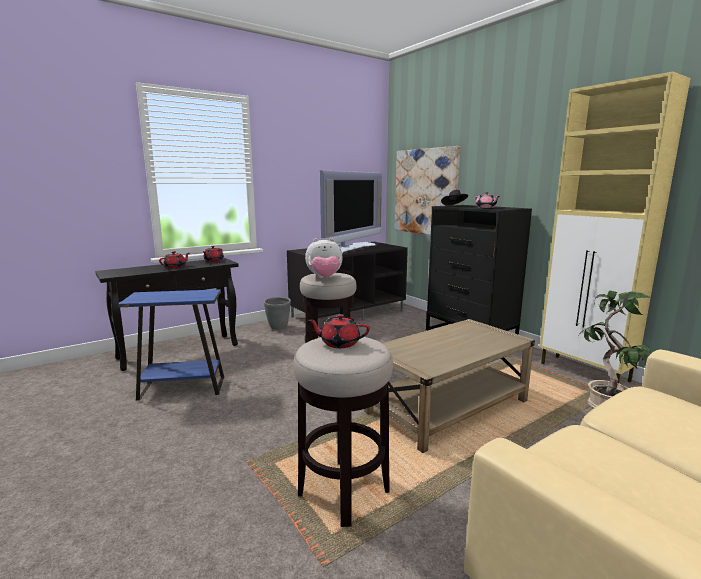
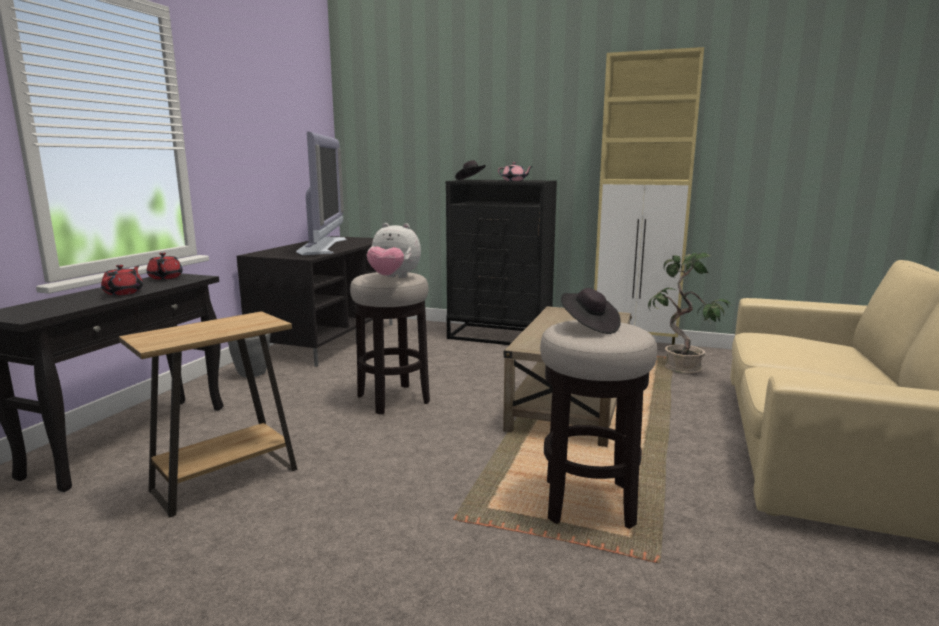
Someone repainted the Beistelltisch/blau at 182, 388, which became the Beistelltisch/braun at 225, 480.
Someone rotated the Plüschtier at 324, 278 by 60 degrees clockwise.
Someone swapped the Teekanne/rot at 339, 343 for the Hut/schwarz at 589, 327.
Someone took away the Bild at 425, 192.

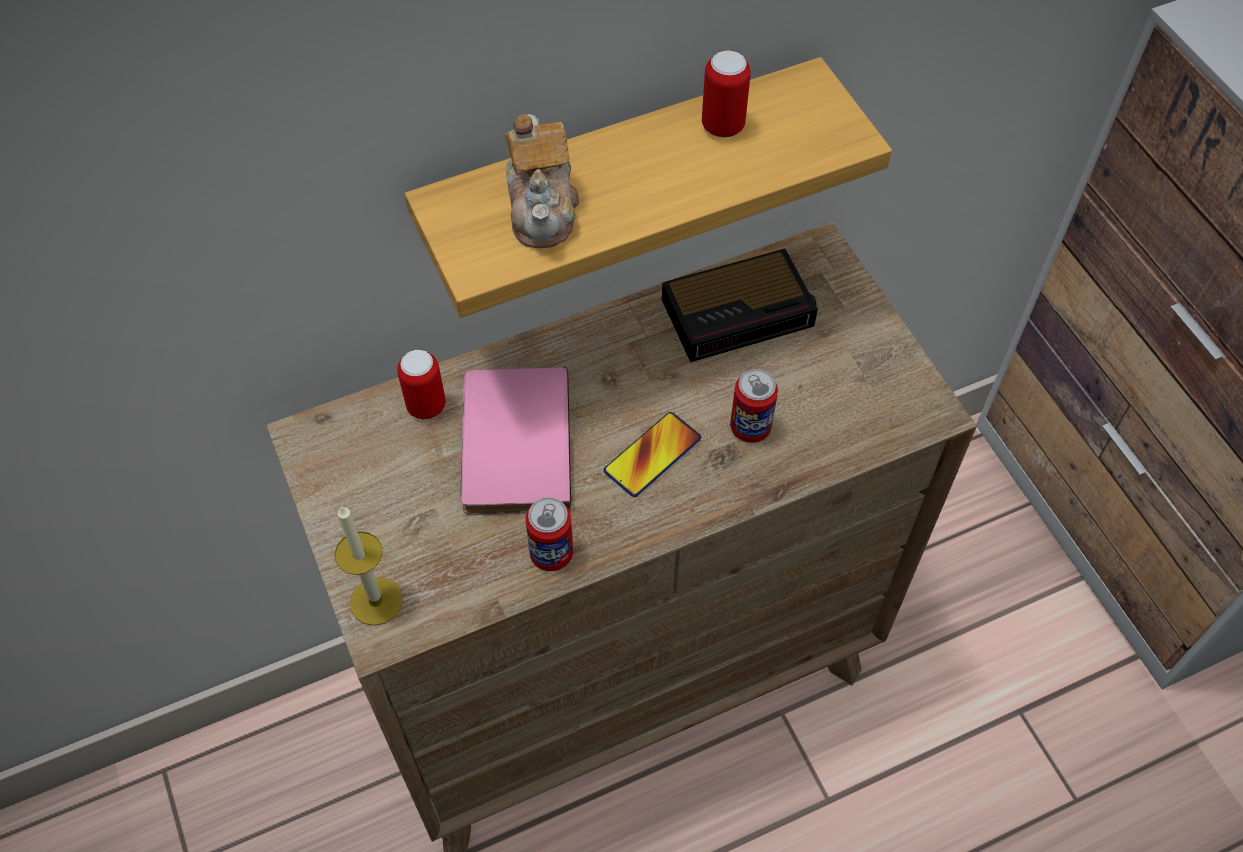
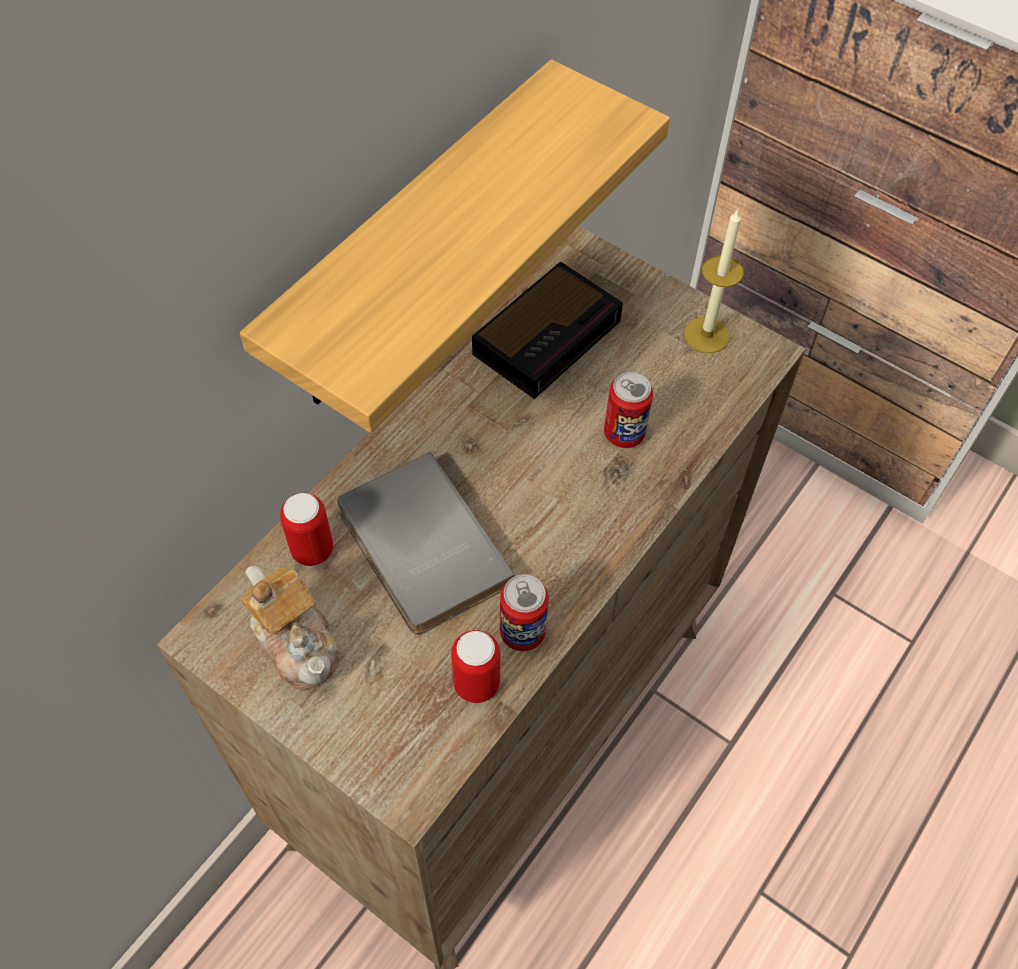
Someone carried the Teekanne from 543, 207 to 297, 642.
Someone repainted the Buch/rosa at 511, 444, which became the Buch/grau at 418, 548.
Someone carried the Dose from 722, 126 to 476, 684.
Someone carried the Kerze from 376, 601 to 706, 335.
Someone took away the Handy at 652, 455.

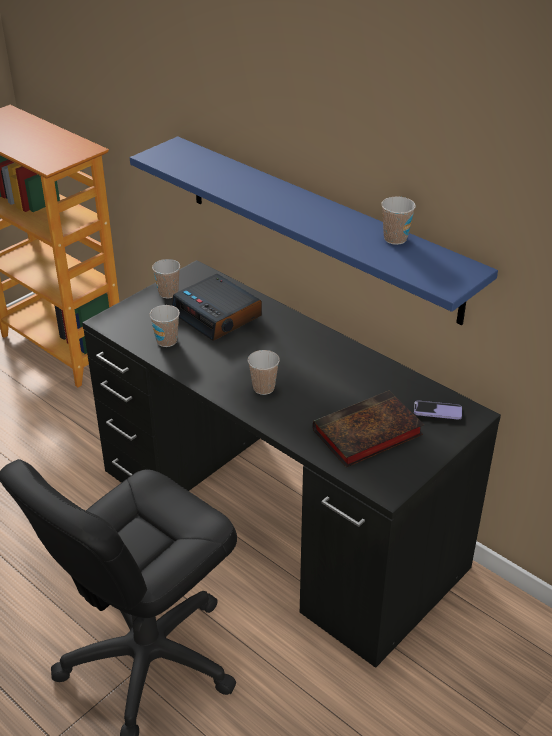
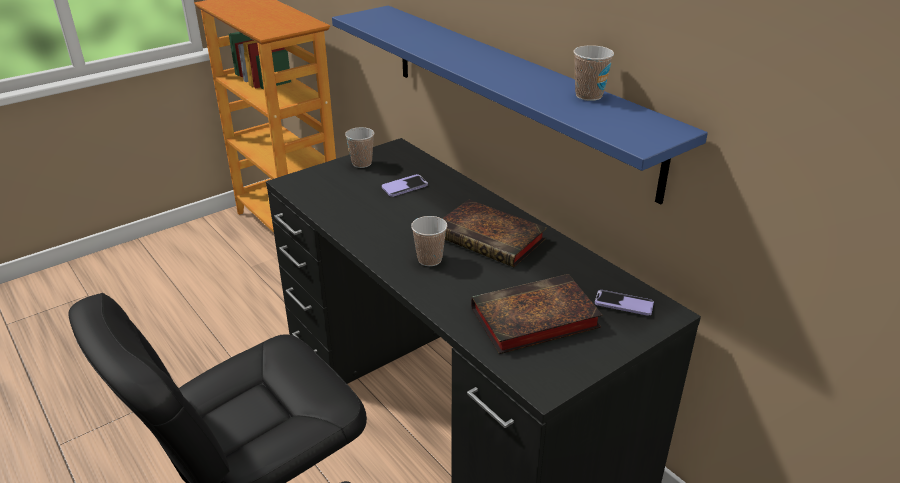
Someone swapped the Wecker at 218, 315 for the Handy at 404, 187.
Someone put down the Buch at 492, 239.
Someone took away the Tasse at 167, 341.

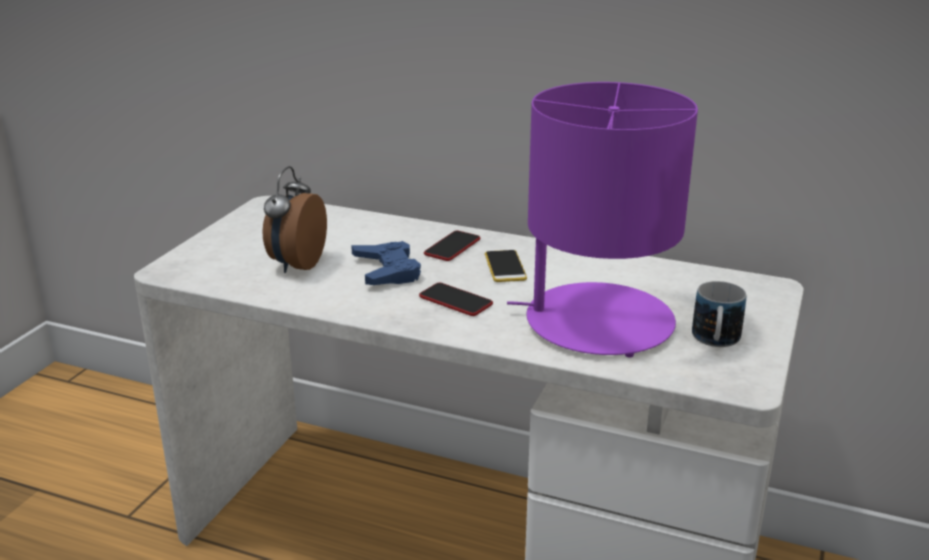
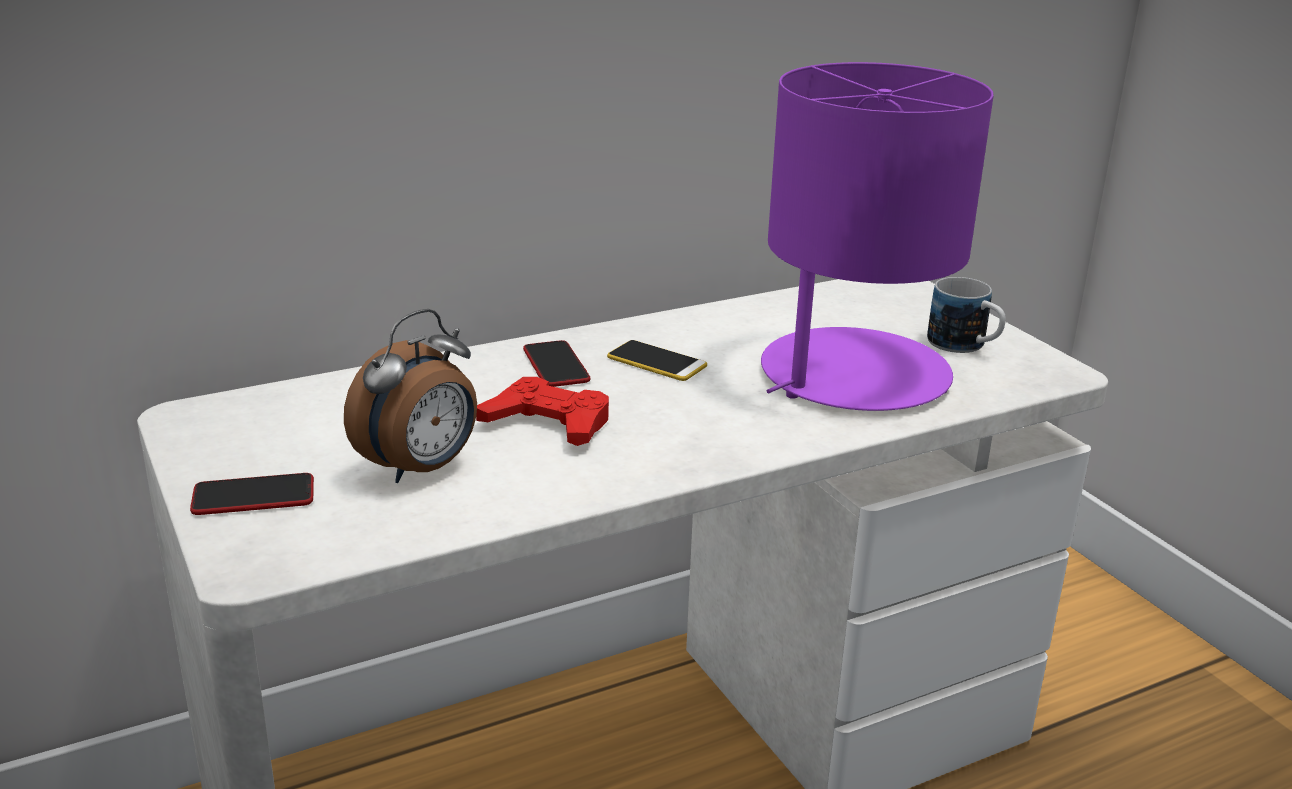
Someone carried the Handy from 455, 301 to 253, 496.
Someone rotated the Wecker at 296, 264 by 105 degrees counterclockwise.
Someone repainted the Gamepad/blau at 387, 270, which became the Gamepad/rot at 548, 423.

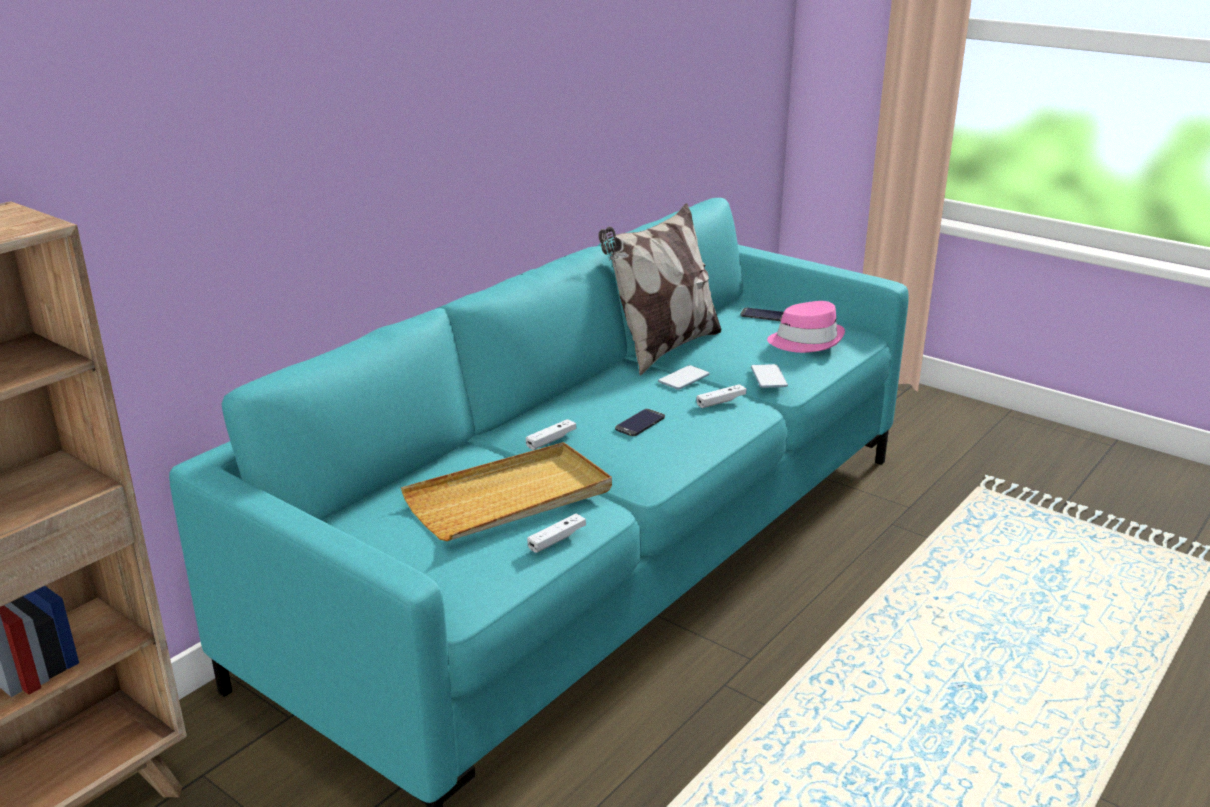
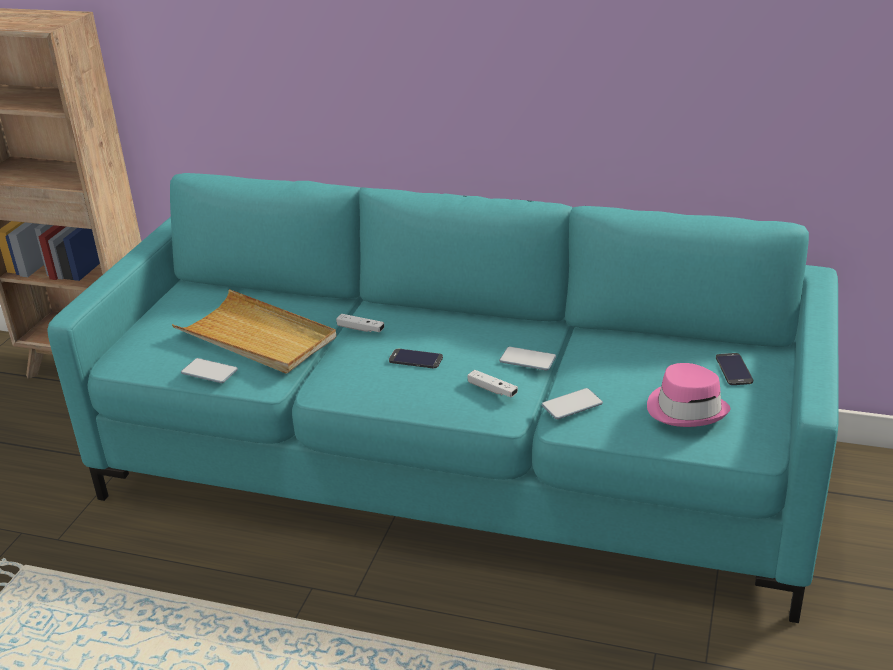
Someone swapped the Gamepad/weiß at 557, 539 for the Handy at 209, 372.
Someone took away the Kissen at 662, 348.

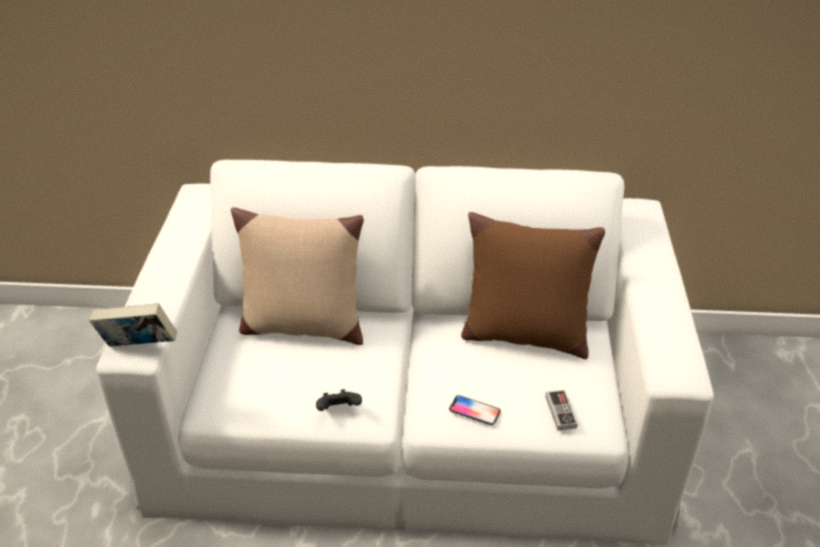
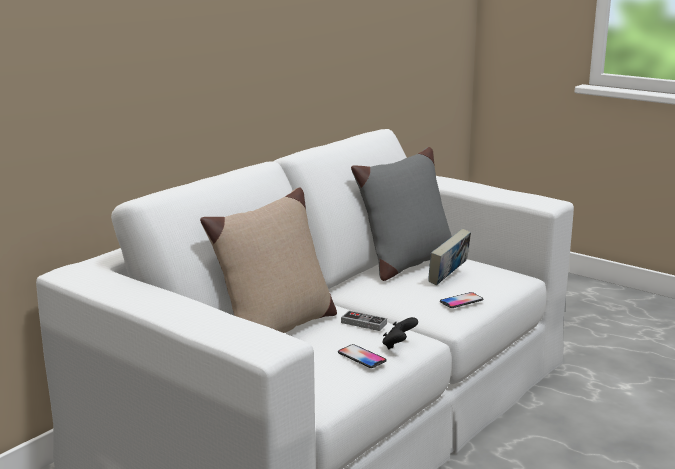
Someone put down the Handy at 361, 357.
Someone carried the Gamepad from 560, 412 to 363, 323.
Someone repainted the Kissen/braun at 523, 335, which became the Kissen/grau at 406, 264.
Someone carried the Buch from 139, 347 to 448, 278.

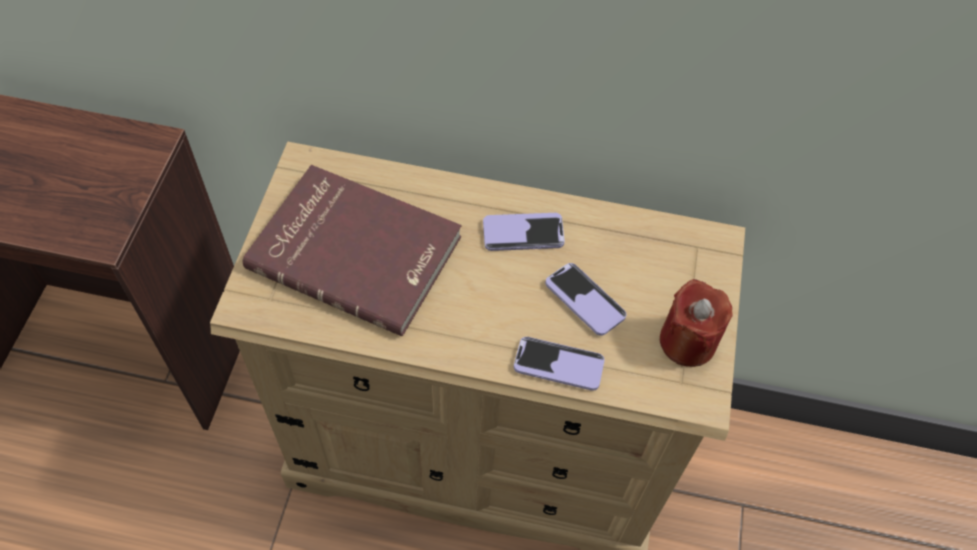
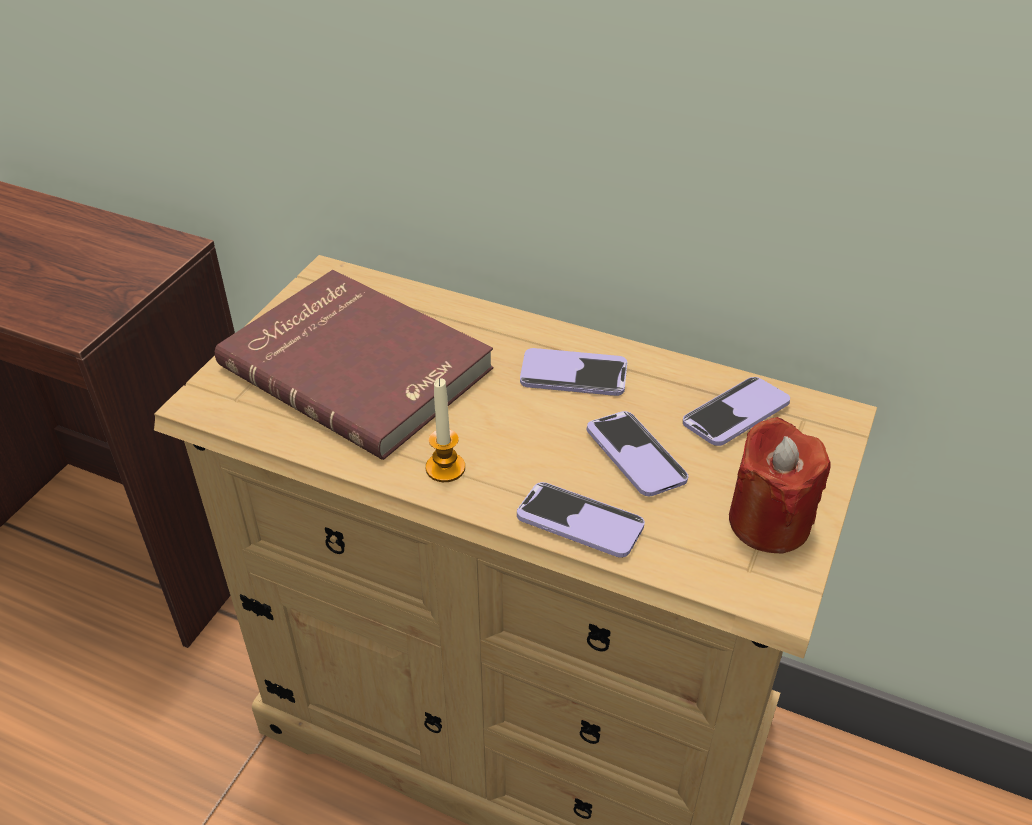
Someone put down the Kerze at 445, 468.
Someone put down the Handy at 736, 414.

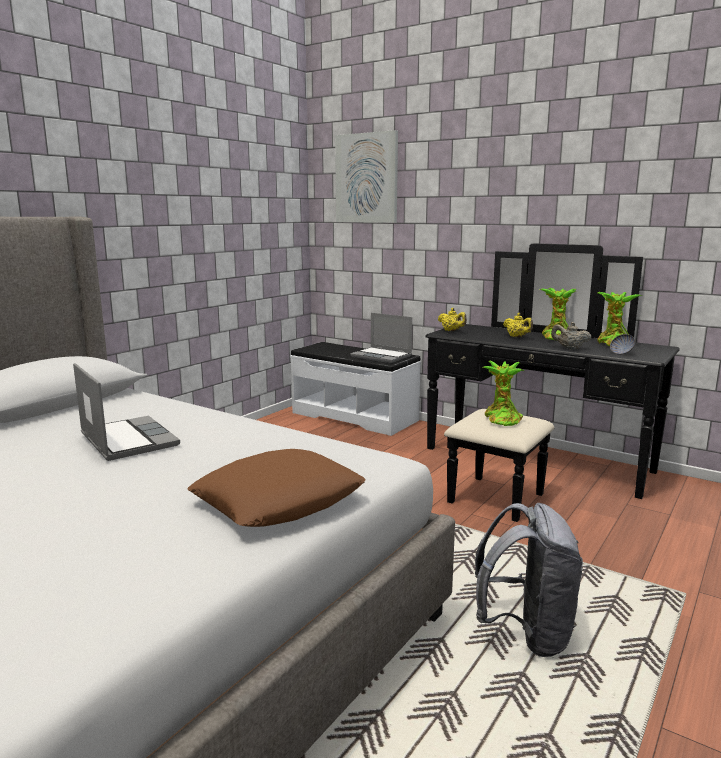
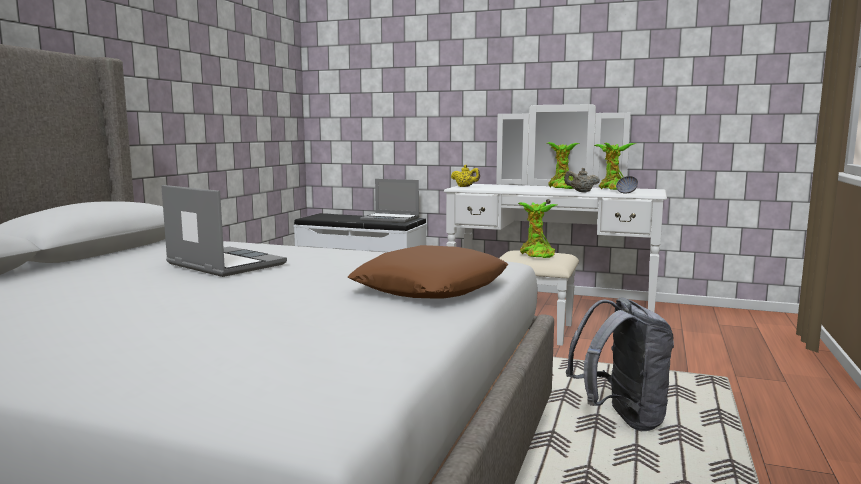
Someone repainted the Kommode/schwarz at 529, 468, which became the Kommode/weiß at 547, 308.
Someone took away the Bild at 367, 178.
Someone took away the Teekanne/gelb at 517, 337.

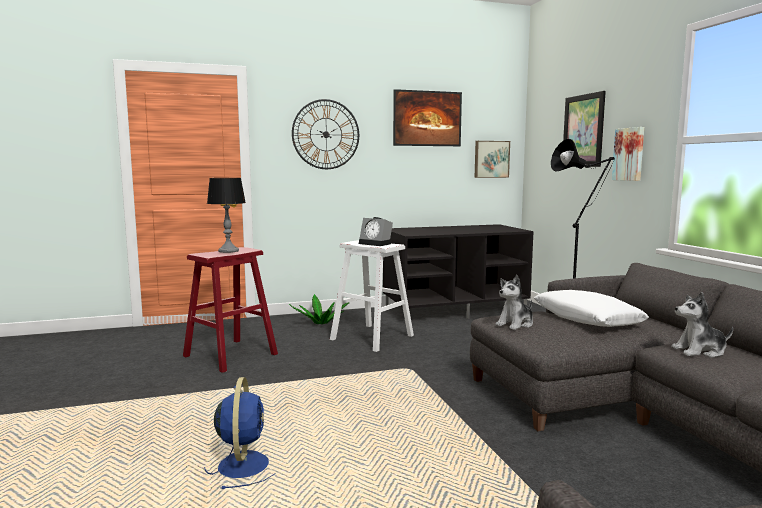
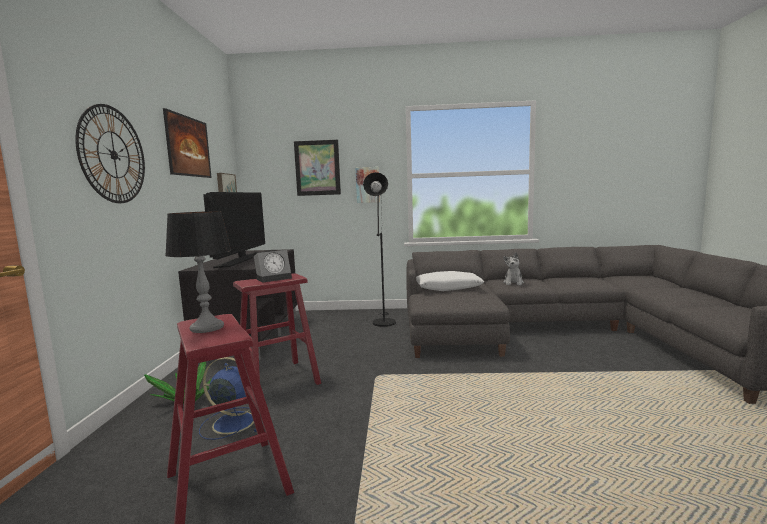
Someone carried the Ventilator/blau from 244, 464 to 232, 422.
Someone put down the Fernseher at 242, 260.
Someone repainted the Hocker/weiß at 372, 337, which became the Hocker/rot at 278, 380.
Someone took away the Plüschtier at 515, 324.

